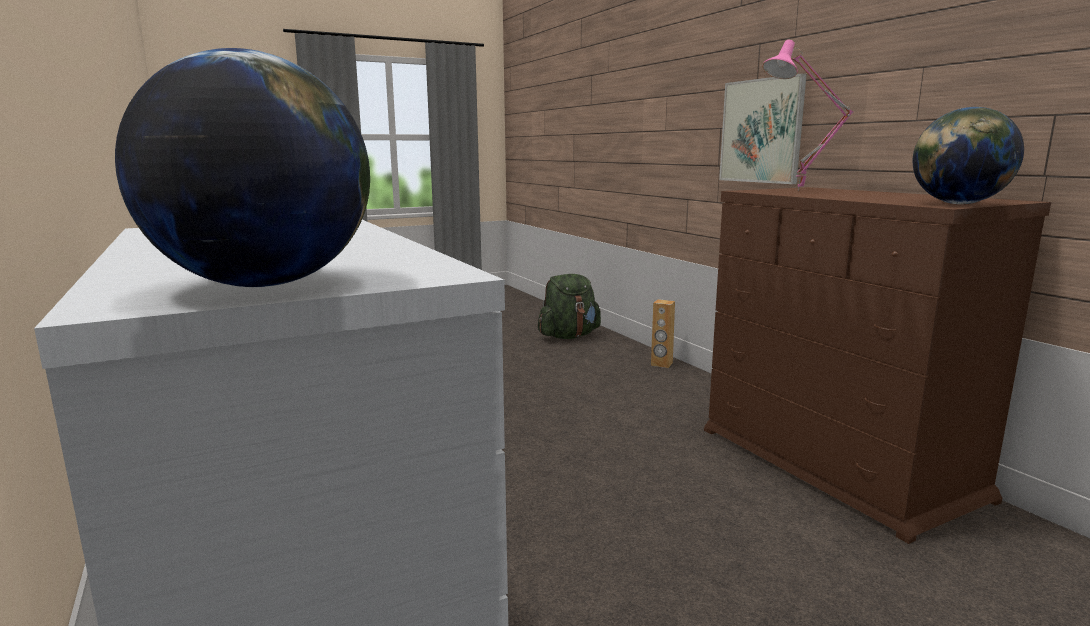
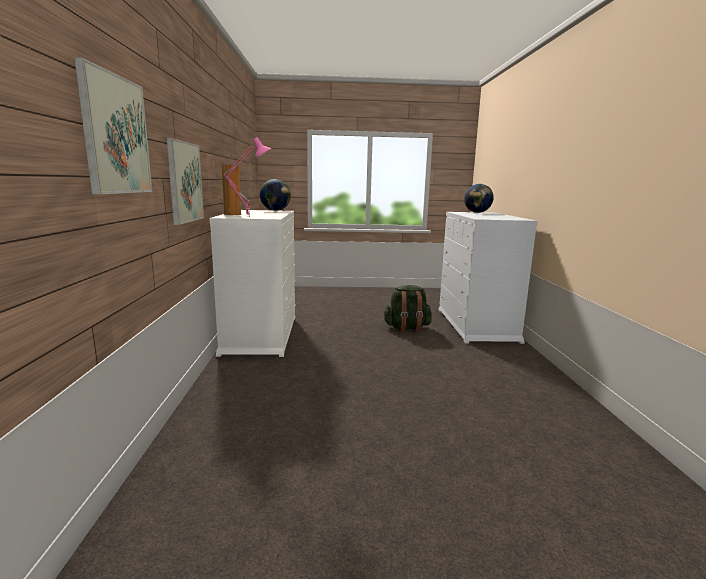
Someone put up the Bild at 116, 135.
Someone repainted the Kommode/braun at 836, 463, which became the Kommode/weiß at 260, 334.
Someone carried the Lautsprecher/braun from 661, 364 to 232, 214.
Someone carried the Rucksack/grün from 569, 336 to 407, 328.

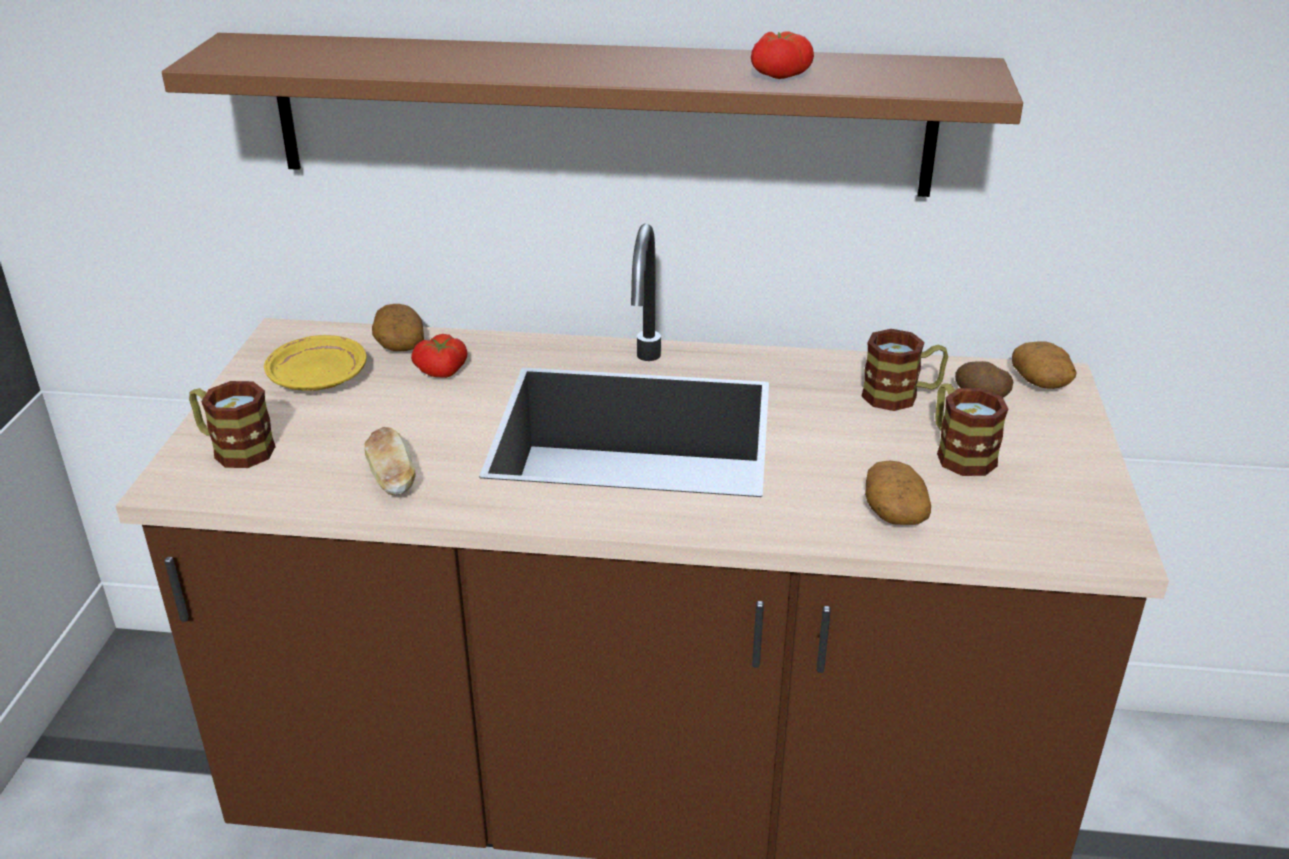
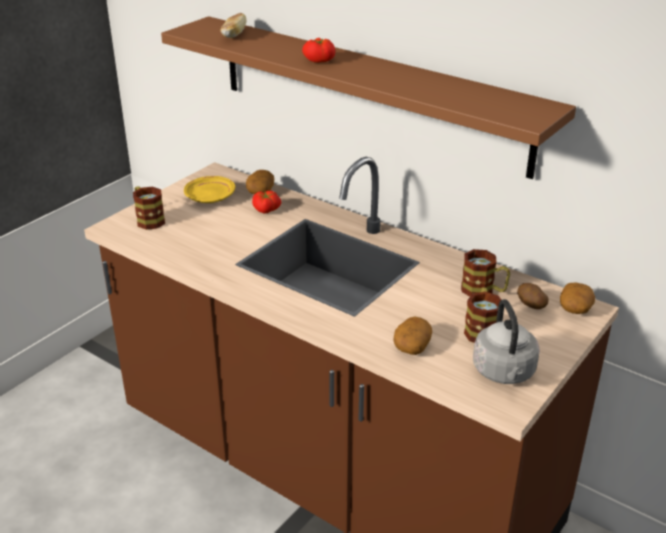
Someone carried the Brot from 392, 479 to 233, 35.
Someone carried the Tomate from 778, 74 to 319, 60.
Someone put down the Wasserkessel/grau at 504, 373.

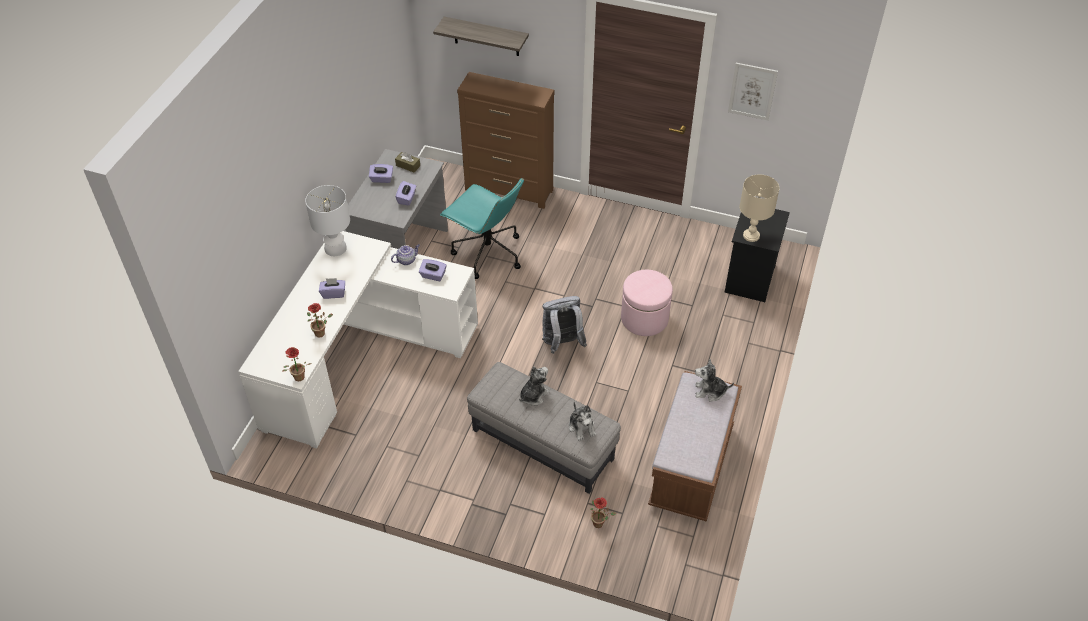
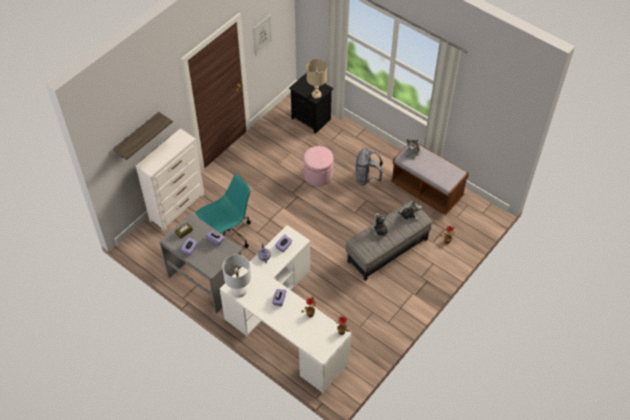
Someone repainted the Kommode/braun at 509, 190, which became the Kommode/weiß at 177, 207.
Someone carried the Rucksack/grau from 562, 343 to 367, 178.

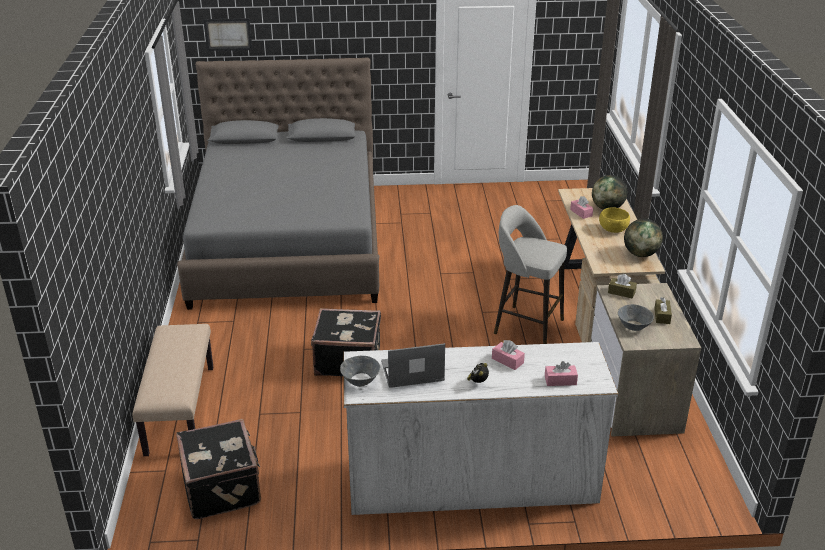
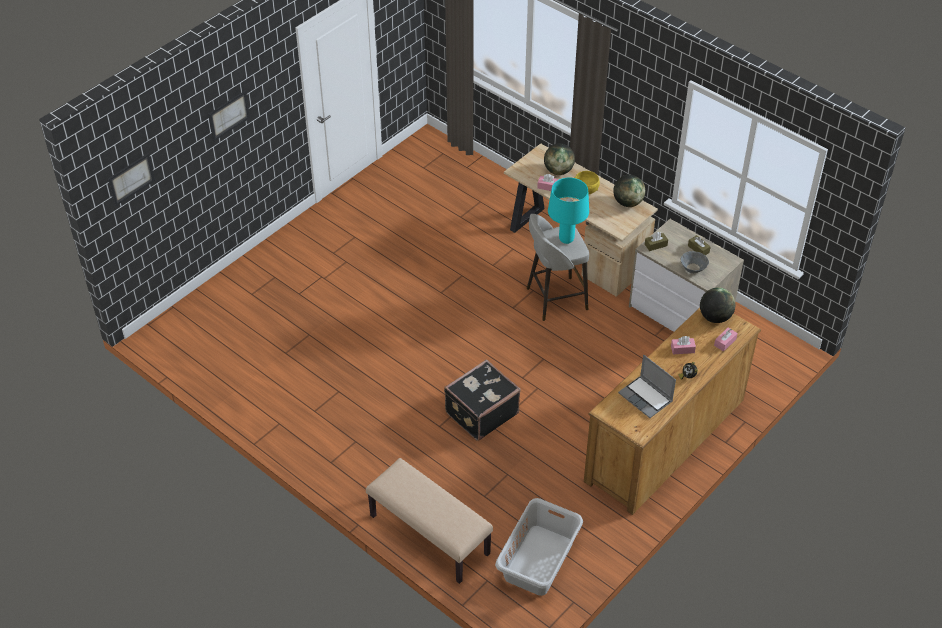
Someone put up the Bild at 228, 115.
Someone swapped the Koffer/schwarz at 223, 487 for the Wäschekorb/grau at 537, 560.
Someone put down the Tischlampe/türkis at 566, 239.
Someone repainted the Kommode/weiß at 471, 481, which became the Kommode/braun at 665, 439.
Someone rotated the Laptop at 411, 373 by 75 degrees counterclockwise.
Someone put down the Globus at 715, 317.
Someone took away the Bett/grau at 288, 242.
Someone took away the Schüssel/grau at 360, 380.

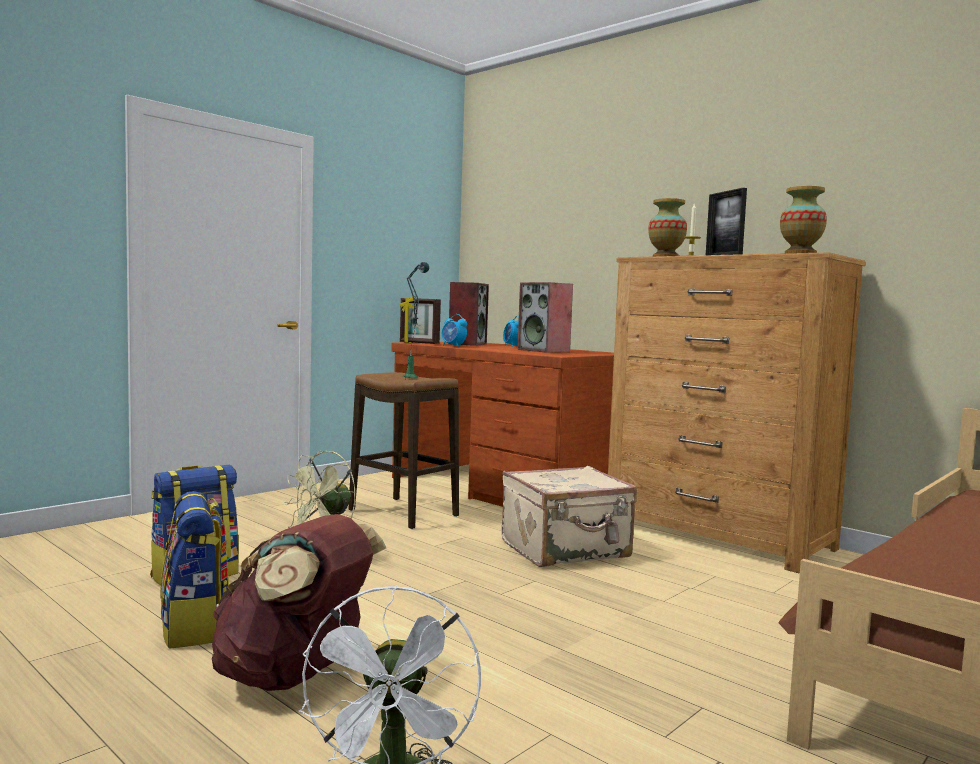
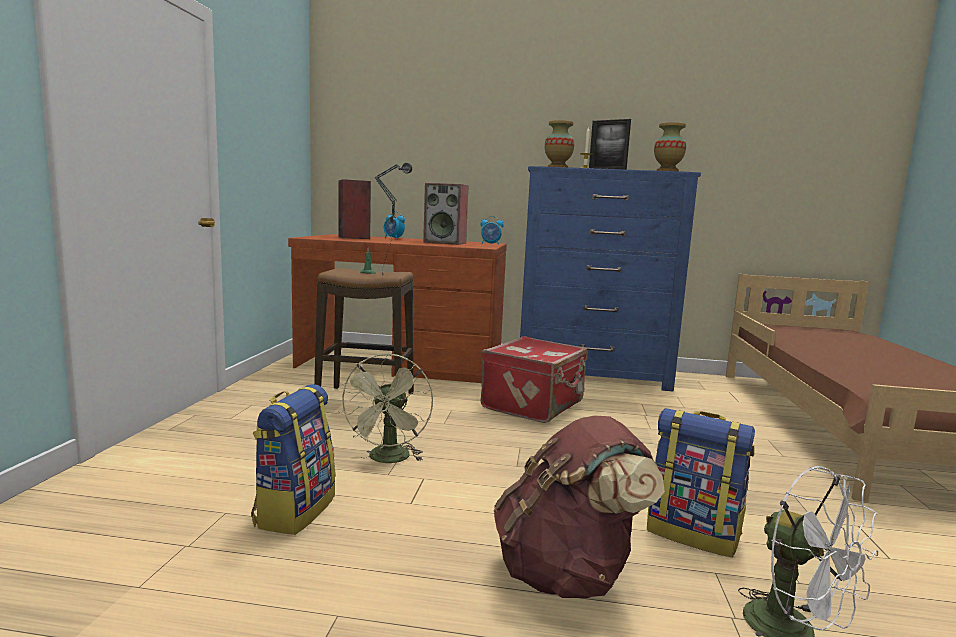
Someone carried the Wecker from 453, 346 to 490, 244.
Someone repainted the Koffer/beige at 566, 550, which became the Koffer/rot at 534, 405.
Someone repainted the Kommode/braun at 717, 536, which became the Kommode/blau at 592, 374.
Someone carried the Rucksack from 196, 628 to 693, 533.
Someone took away the Bilderrahmen at 418, 343.

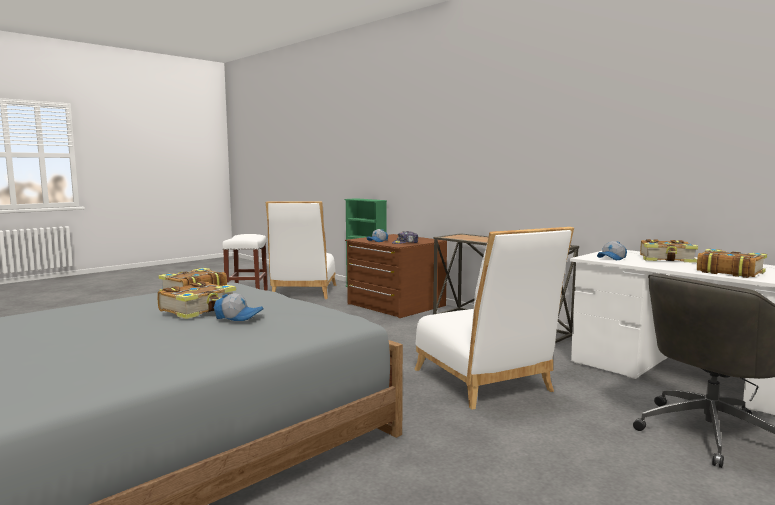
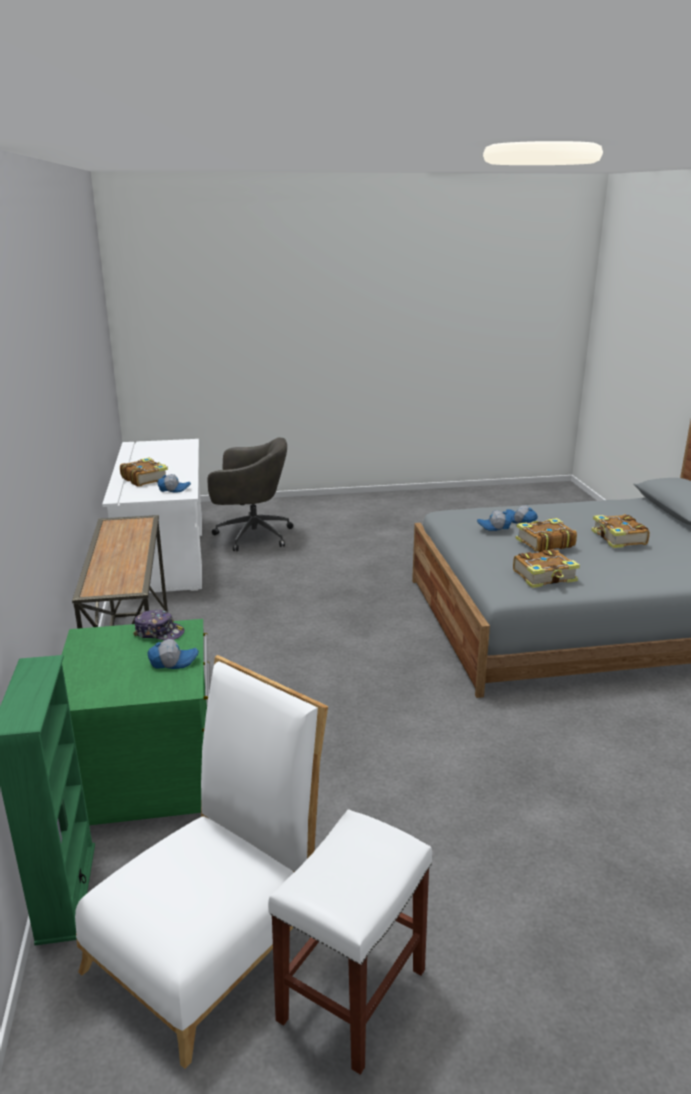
Someone repainted the Kommode/braun at 395, 305, which became the Kommode/grün at 146, 769.
Someone put down the Kappe at 494, 527.
Someone carried the Buch from 729, 272 to 618, 539.
Someone took away the Stuhl/weiß at 486, 383.

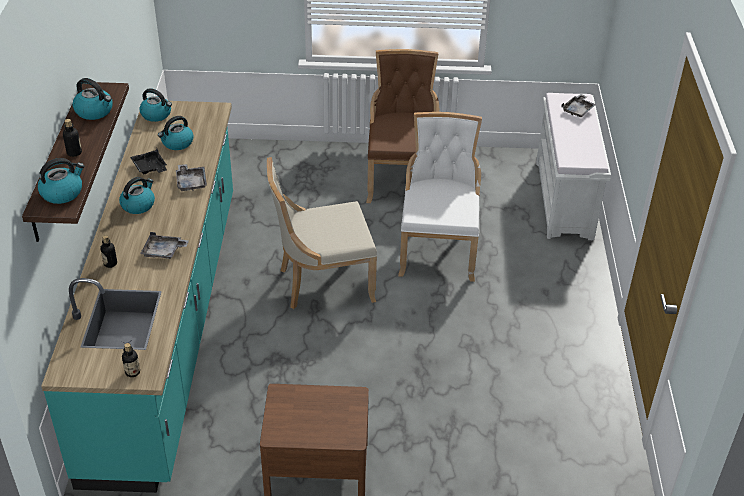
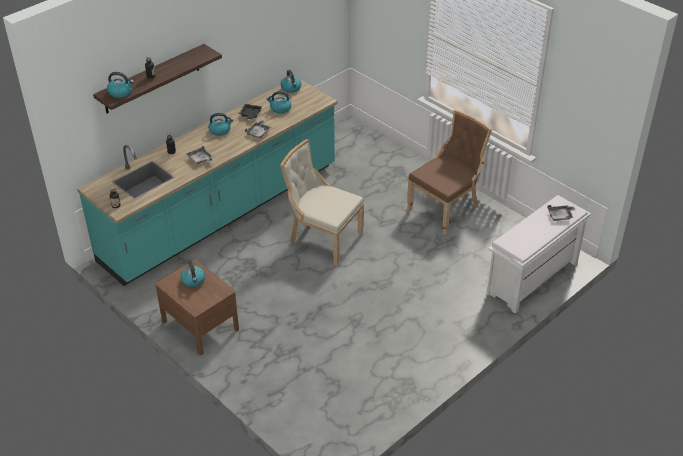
Someone carried the Wasserkessel from 95, 111 to 193, 280.
Someone took away the Stuhl/weiß at 438, 249.

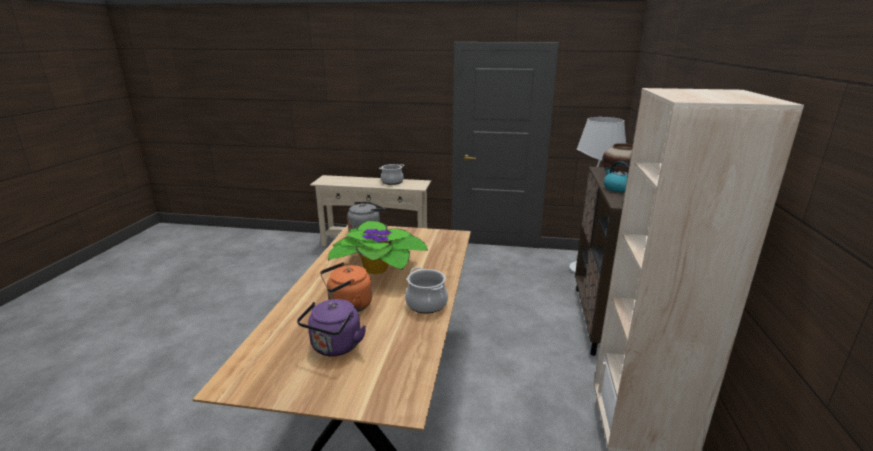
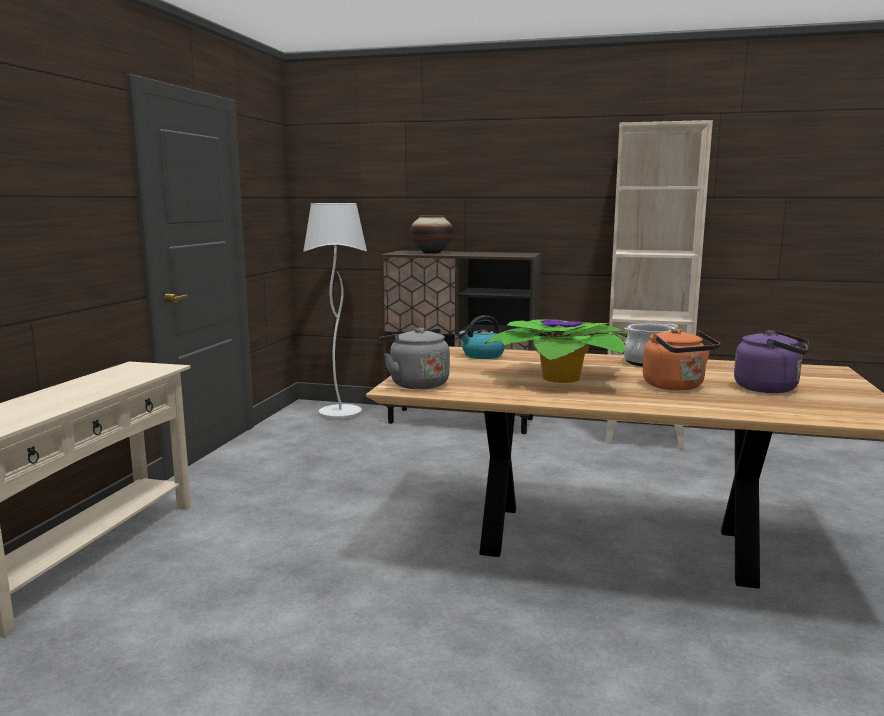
Someone carried the Wasserkessel from 617, 188 to 482, 355.
Someone took away the Kochtopf at 392, 182.

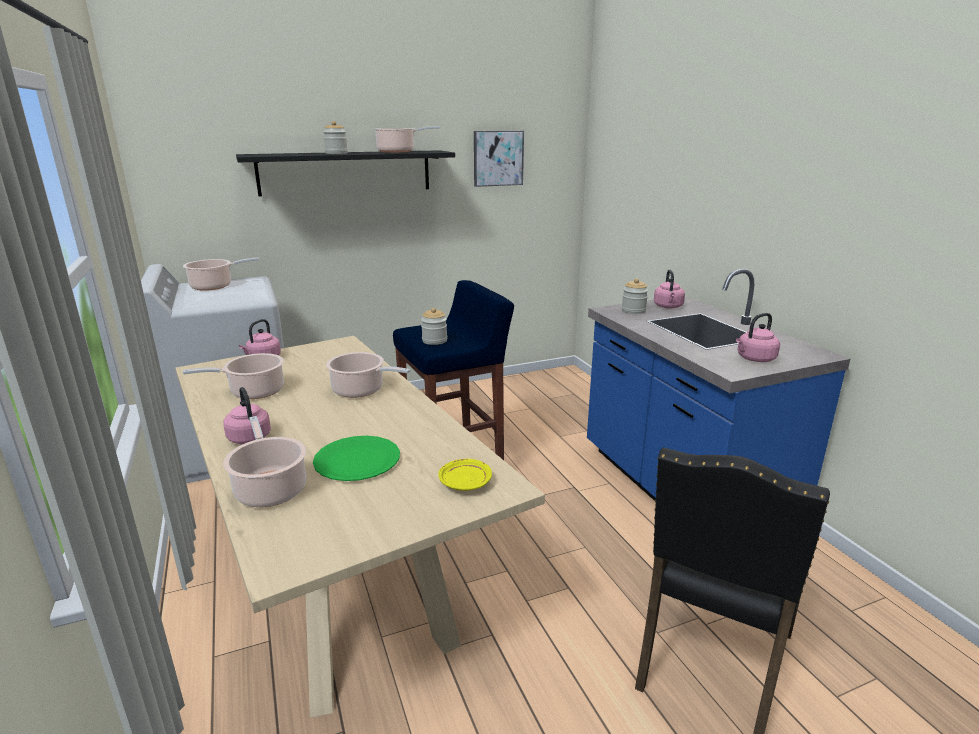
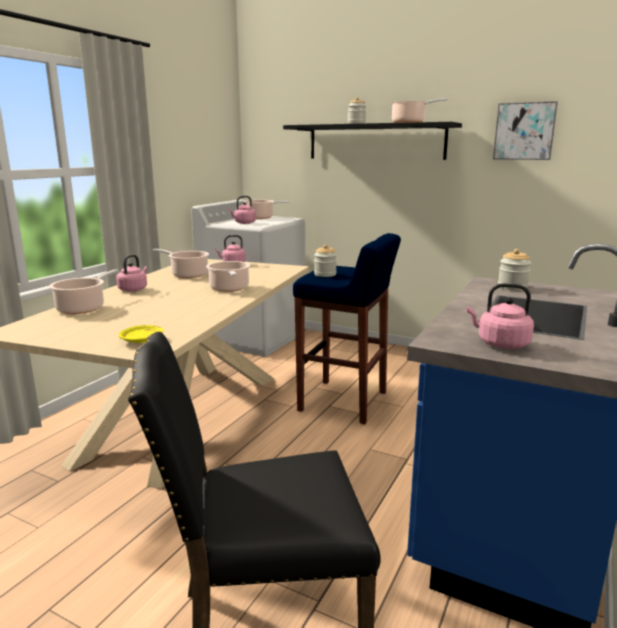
Someone carried the Wasserkessel/rosa from 668, 307 to 244, 223.
Someone took away the Teller/grün at 357, 460.

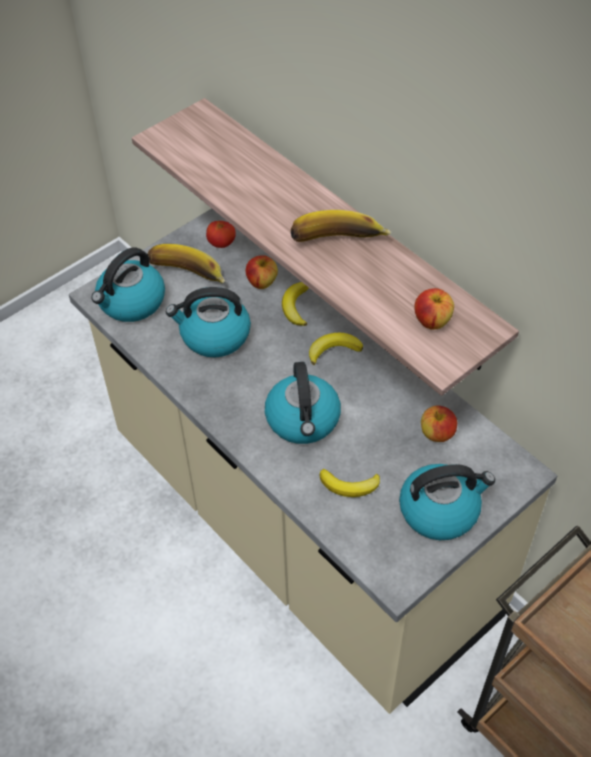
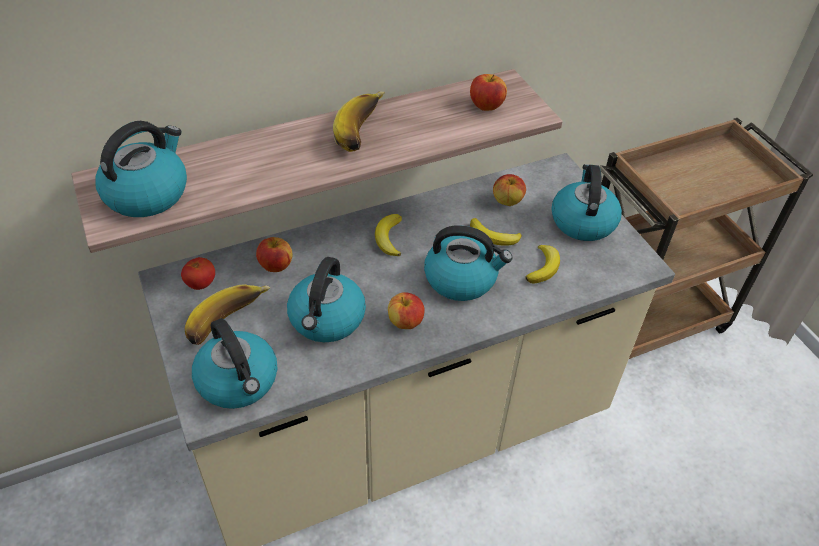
Someone put down the Wasserkessel at 147, 193.
Someone put down the Apfel at 405, 322.
Someone carried the Banane from 296, 306 to 493, 236.

